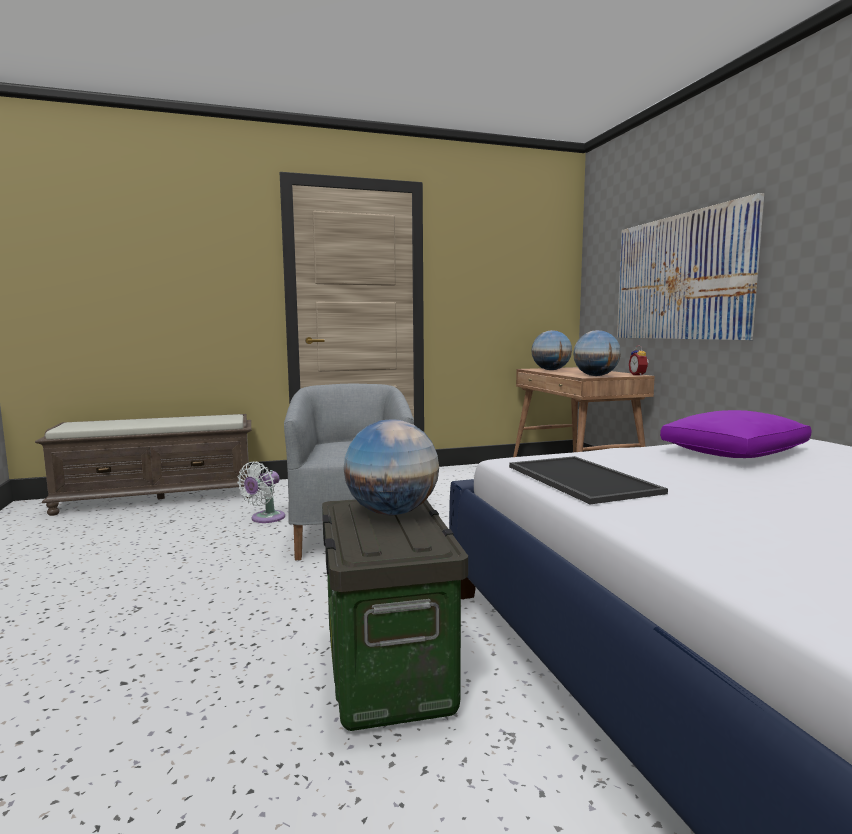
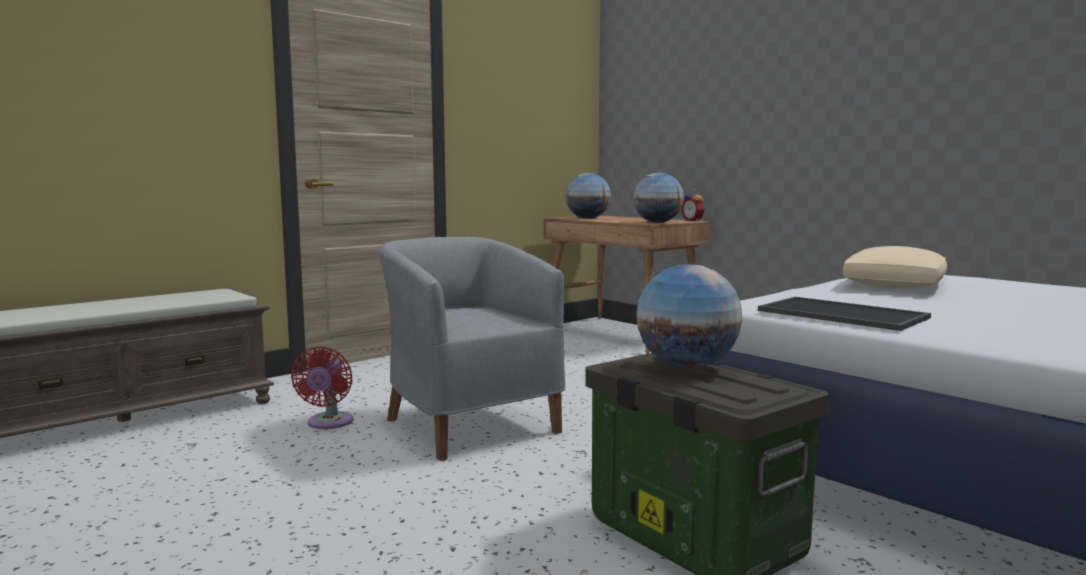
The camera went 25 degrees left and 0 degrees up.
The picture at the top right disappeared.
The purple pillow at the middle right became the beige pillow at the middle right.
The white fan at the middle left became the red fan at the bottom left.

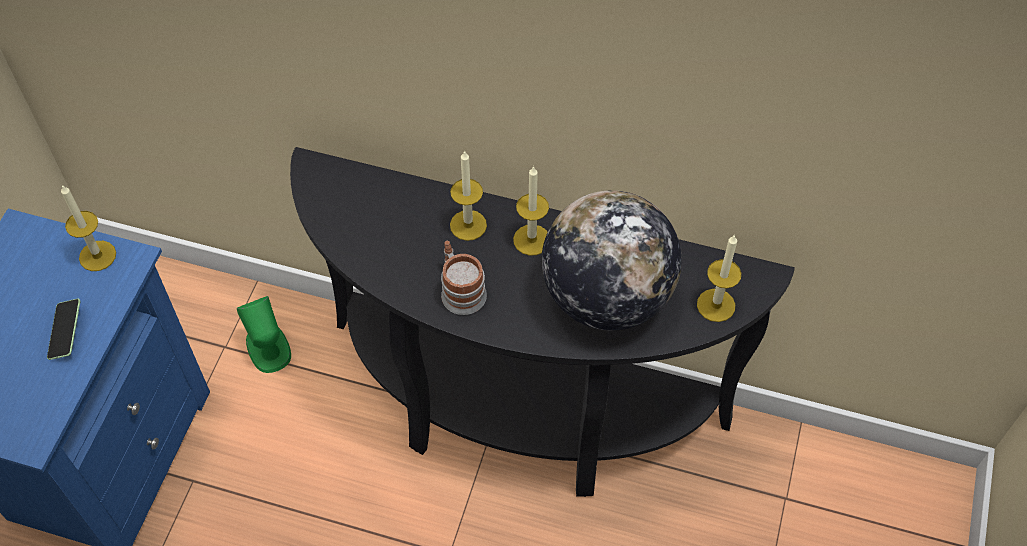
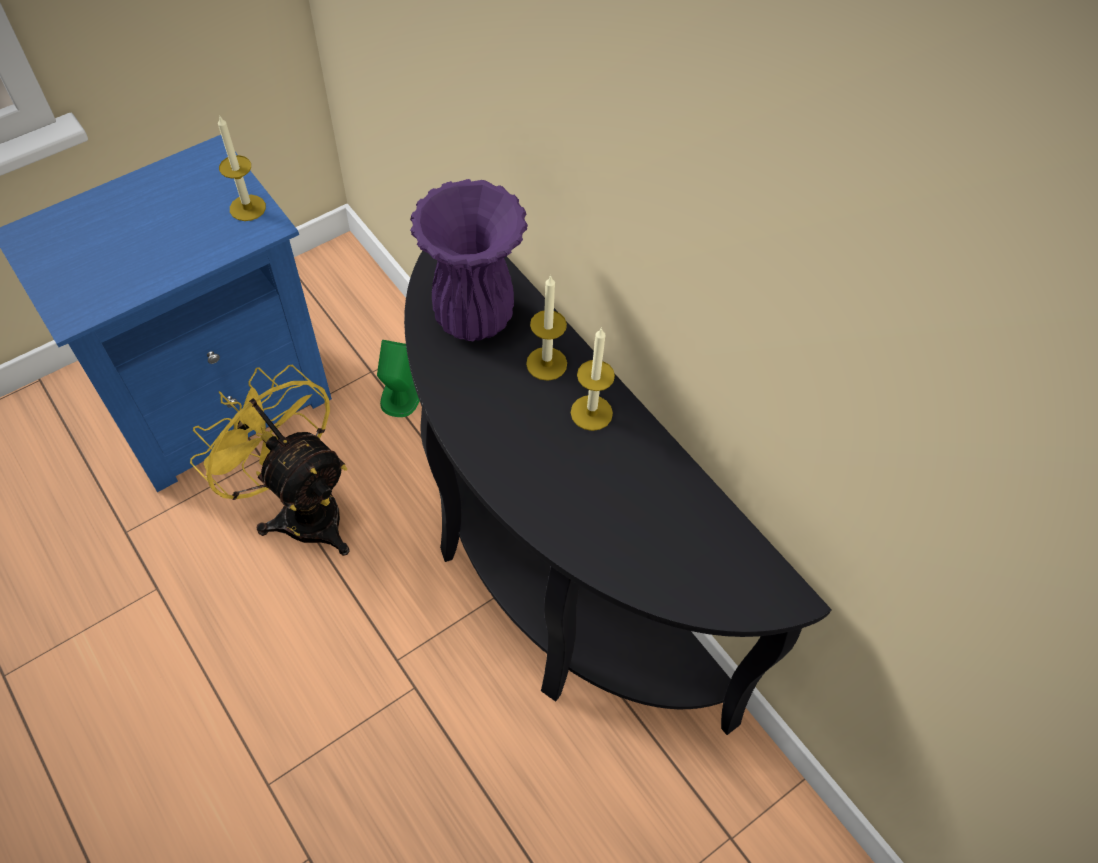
The camera went 35 degrees right and 0 degrees up.
The globe at the centre disappeared.
The candle (no. 4 from left) at the middle right disappeared.
The mug at the centre disappeared.
The phone at the middle left disappeared.
The purple vase at the top centre appeared.
The yellow fan at the middle left appeared.

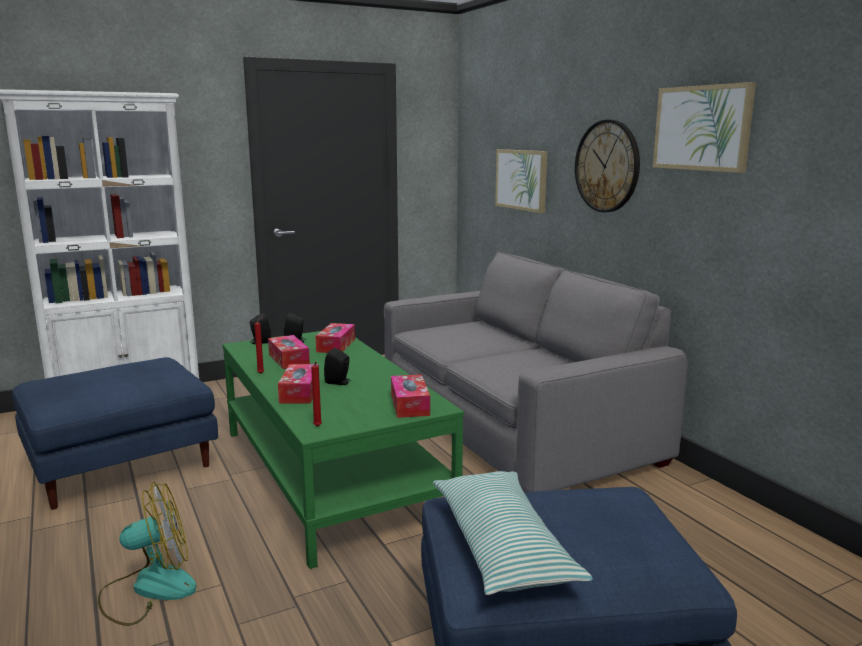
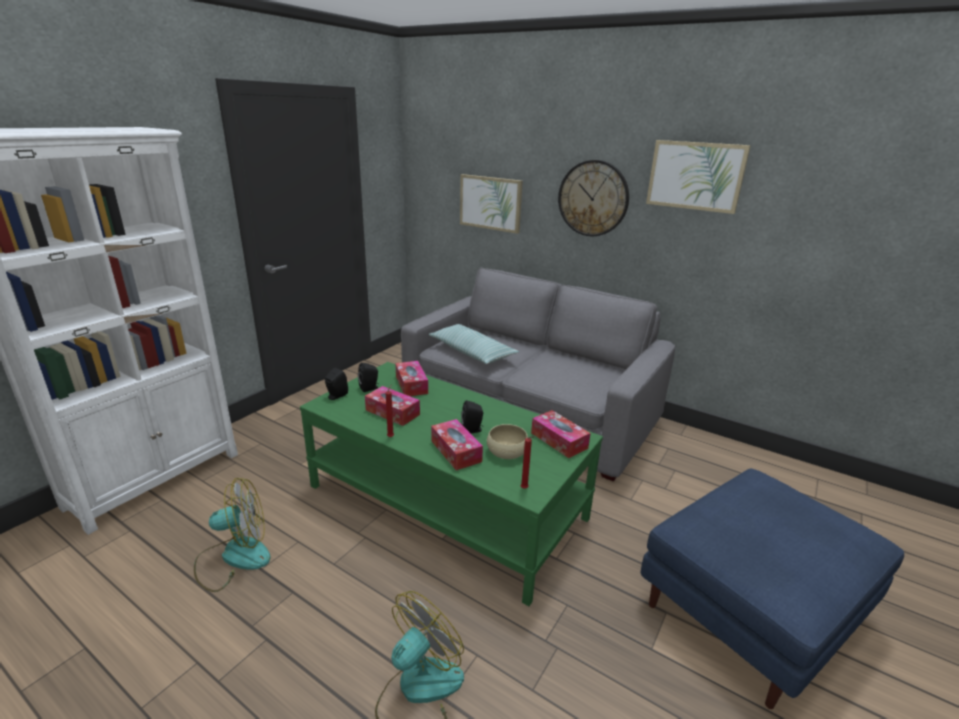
The camera went 30 degrees left and 10 degrees up.
The blue ottoman (no. 1 from left) at the bottom left was replaced by the fan (no. 1 from left) at the bottom left.
The pillow moved from the bottom centre to the centre.
The beige bowl at the centre appeared.

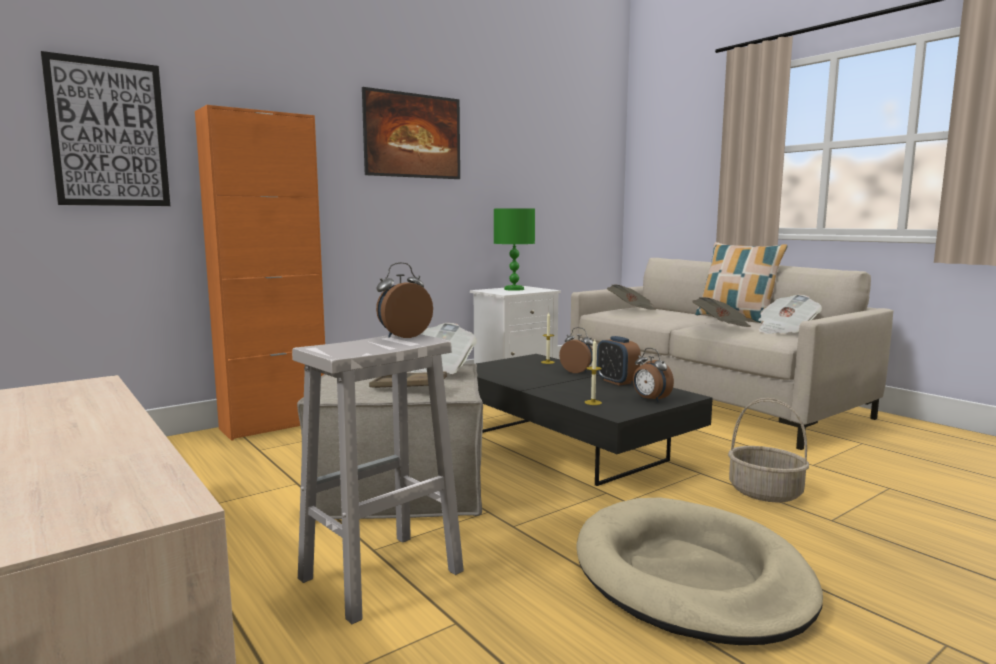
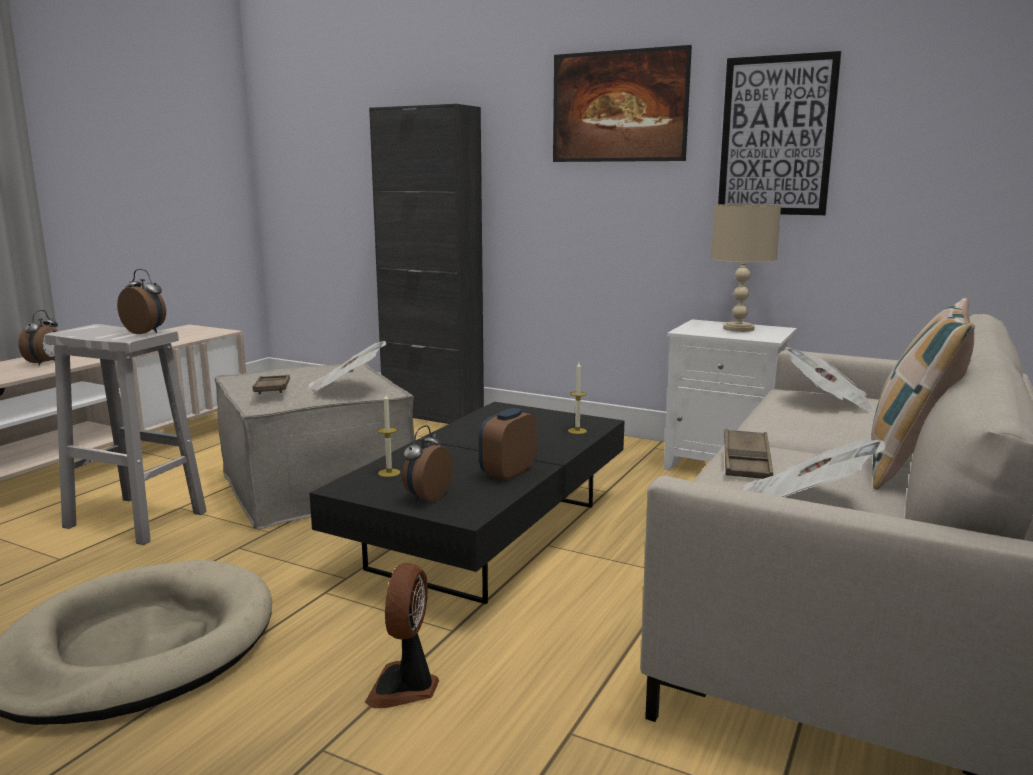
The camera went 65 degrees right and 5 degrees up.
The picture (no. 1 from left in the first image) moved from the top left to the top right.
The orange cabinet at the middle left became the black cabinet at the centre.
The green table lamp at the centre became the beige table lamp at the middle right.
The newspaper (no. 3 from left) at the middle right was replaced by the brown tray (no. 2 from left) at the middle right.
The alarm clock (no. 2 from left in the first image) moved from the centre to the middle left.
The basket at the bottom right was replaced by the fan at the bottom centre.

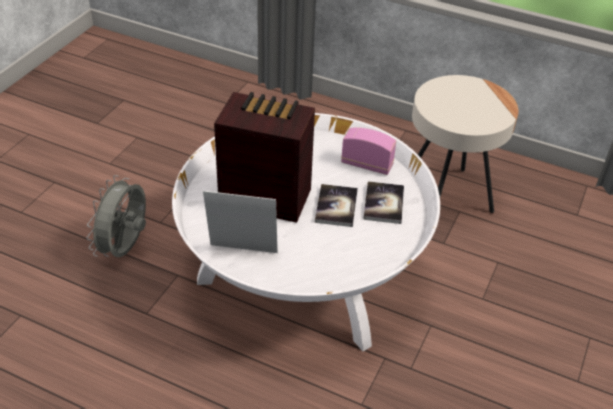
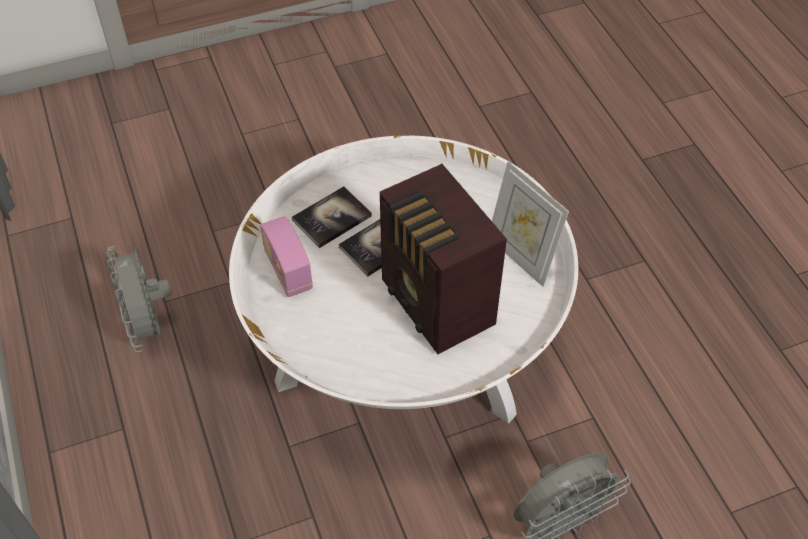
The camera went 135 degrees left and 10 degrees up.
The beige side table at the middle right was replaced by the grey fan (no. 1 from left) at the middle left.

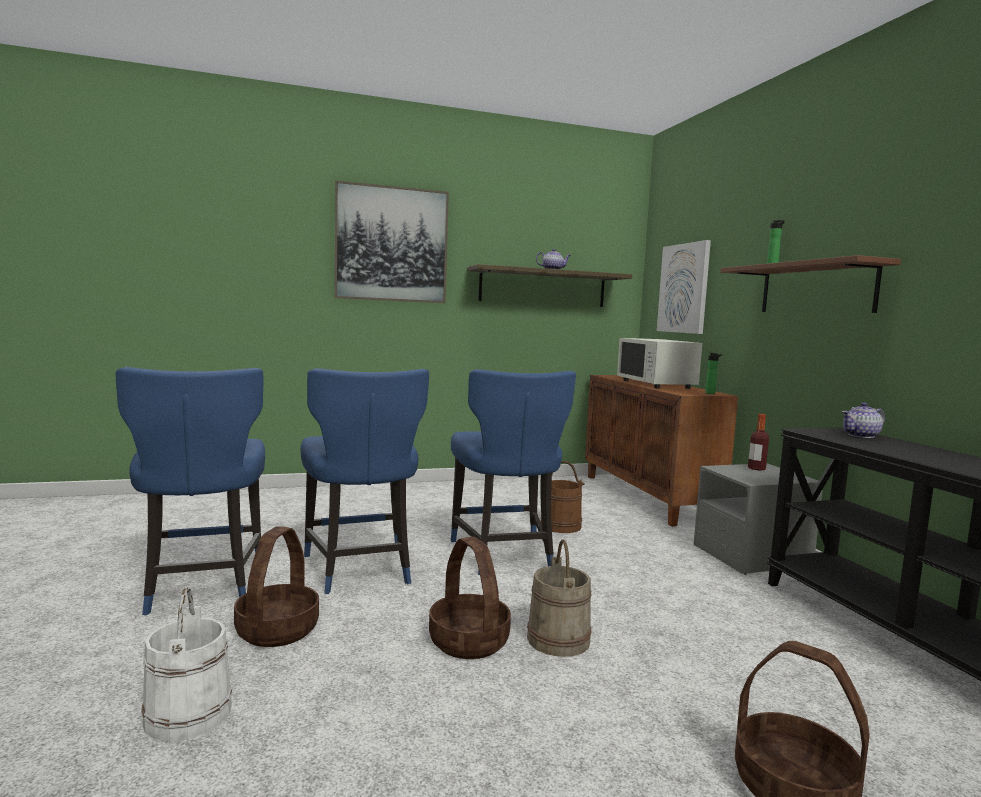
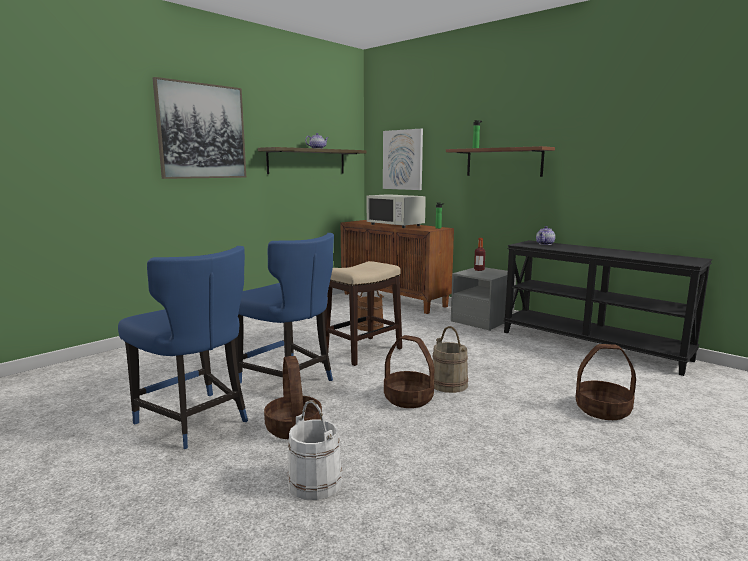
The camera went 30 degrees left and 5 degrees up.
The blue chair (no. 3 from left) at the centre was replaced by the stool at the centre.

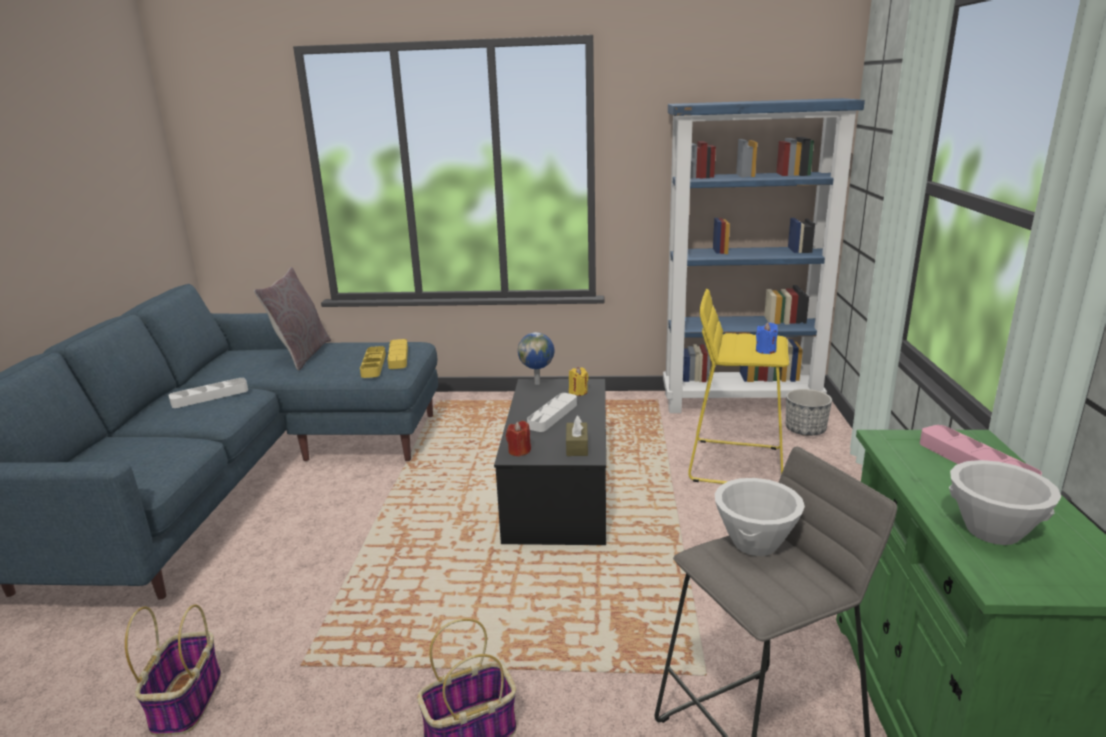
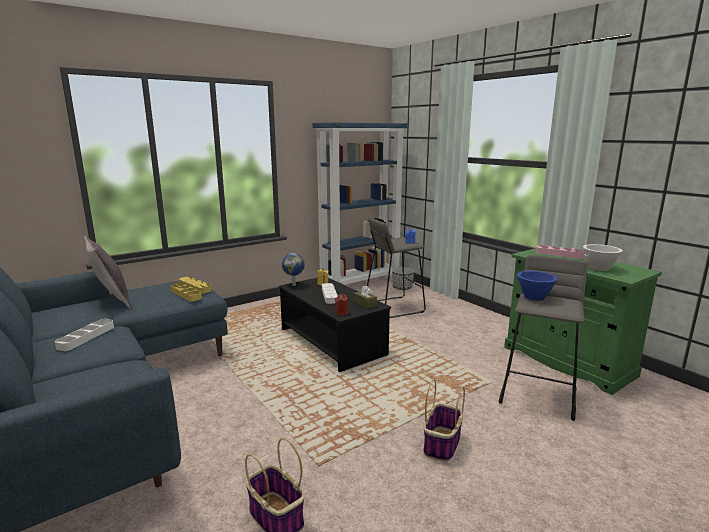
The camera went 40 degrees left and 5 degrees down.
The yellow stool at the middle right became the grey stool (no. 1 from left) at the centre.
The white bowl (no. 1 from left) at the bottom right became the blue bowl at the middle right.

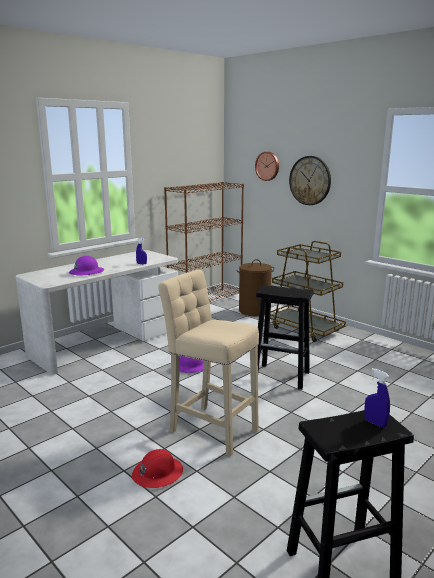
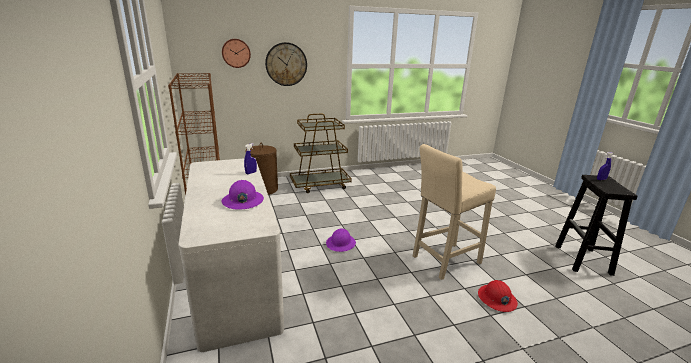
The camera went 65 degrees left and 5 degrees up.
The black stool (no. 1 from left) at the centre disappeared.

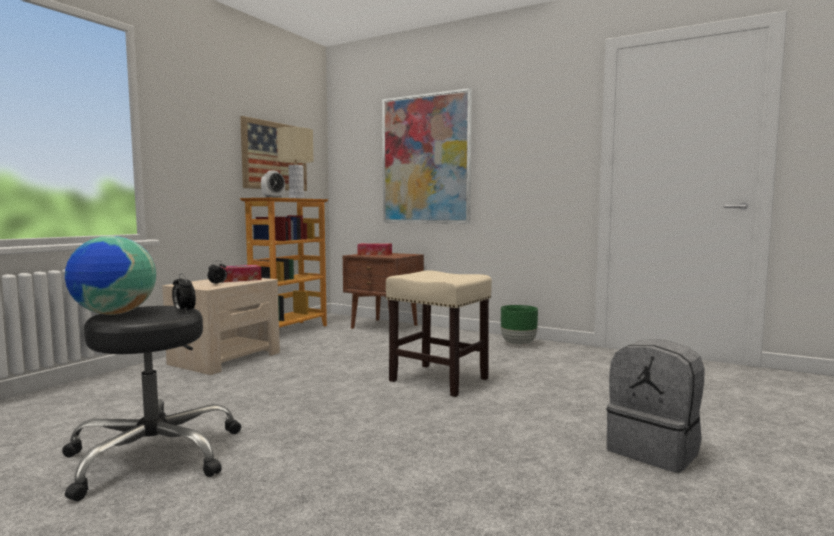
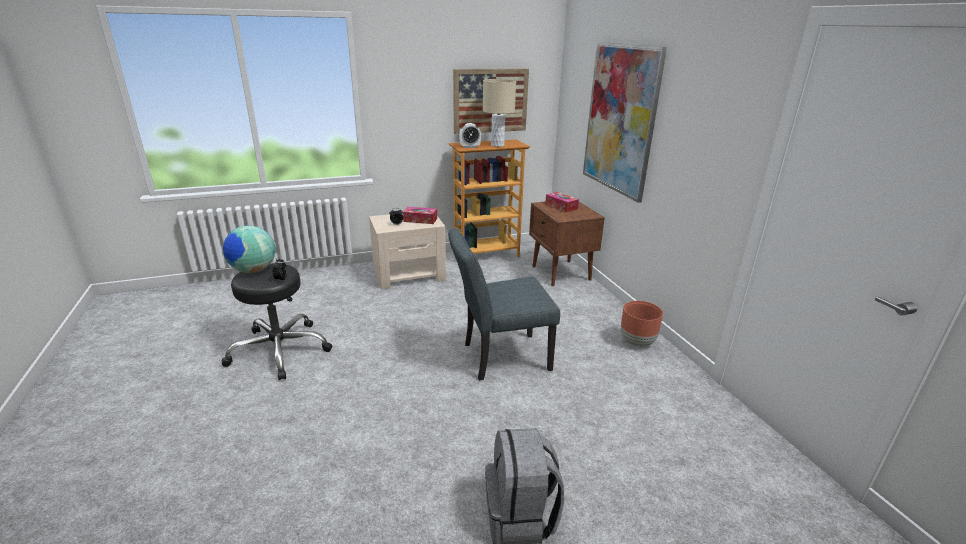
The camera went 40 degrees right and 20 degrees up.
The beige stool at the centre was replaced by the grey chair at the centre.
The green planter at the centre became the brown planter at the centre.

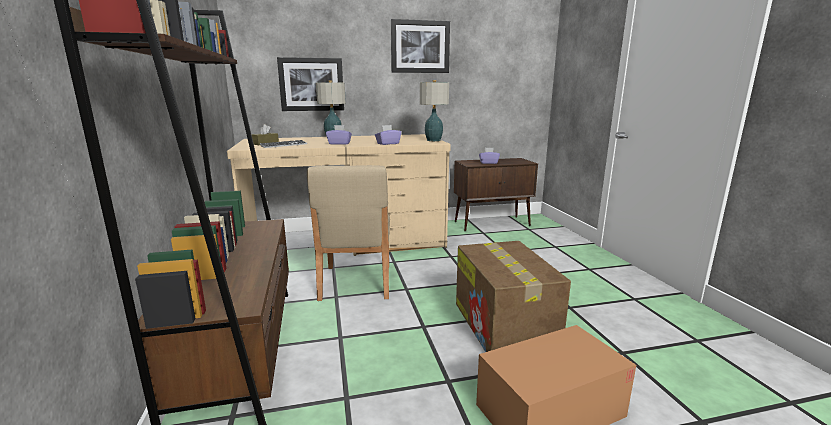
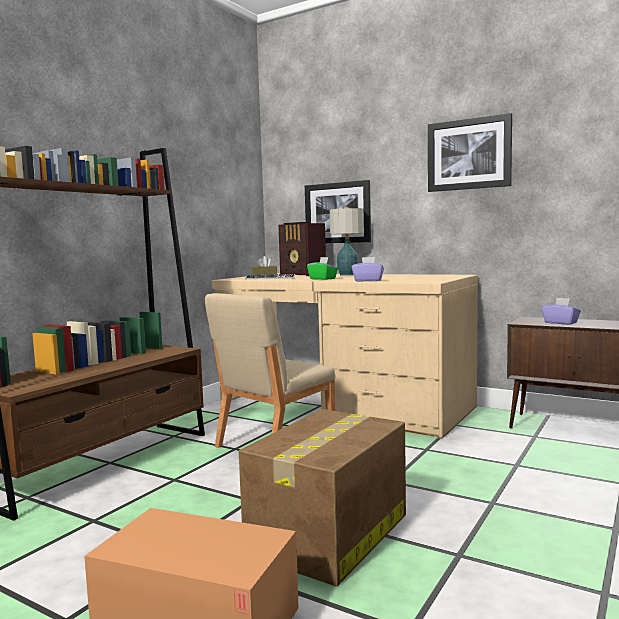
The camera went 45 degrees right and 10 degrees down.
The table lamp (no. 2 from left) at the top centre disappeared.
The purple tissue box (no. 1 from left) at the top centre became the green tissue box at the centre.
The radio at the centre appeared.

